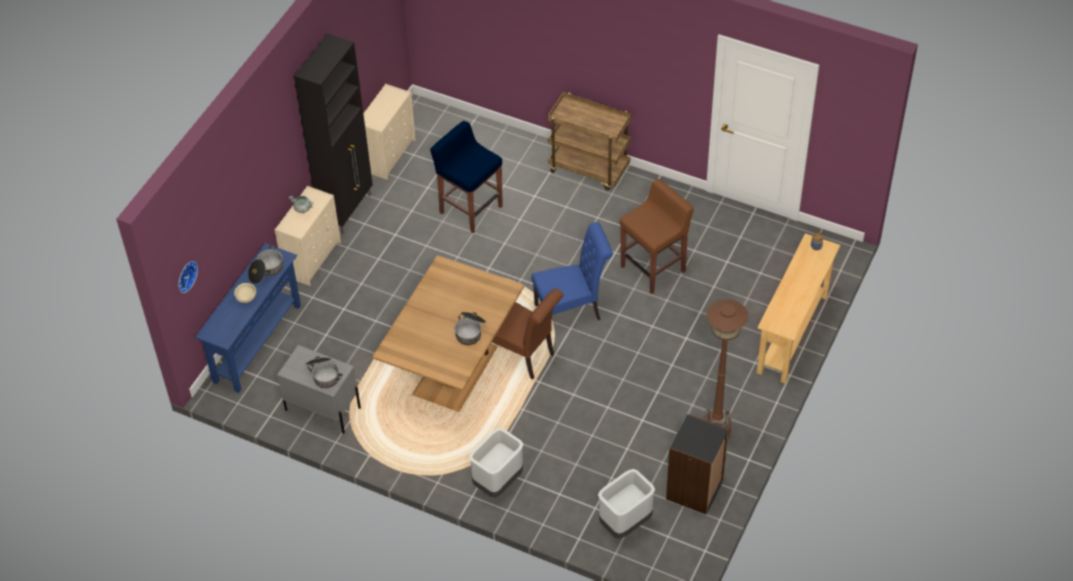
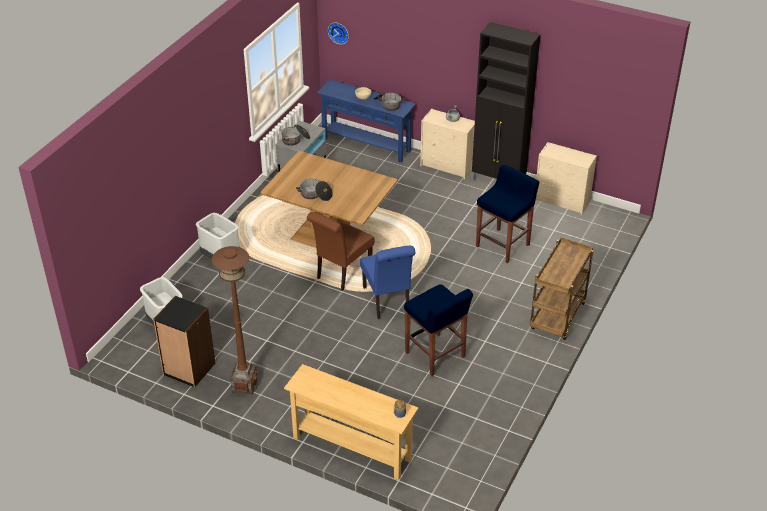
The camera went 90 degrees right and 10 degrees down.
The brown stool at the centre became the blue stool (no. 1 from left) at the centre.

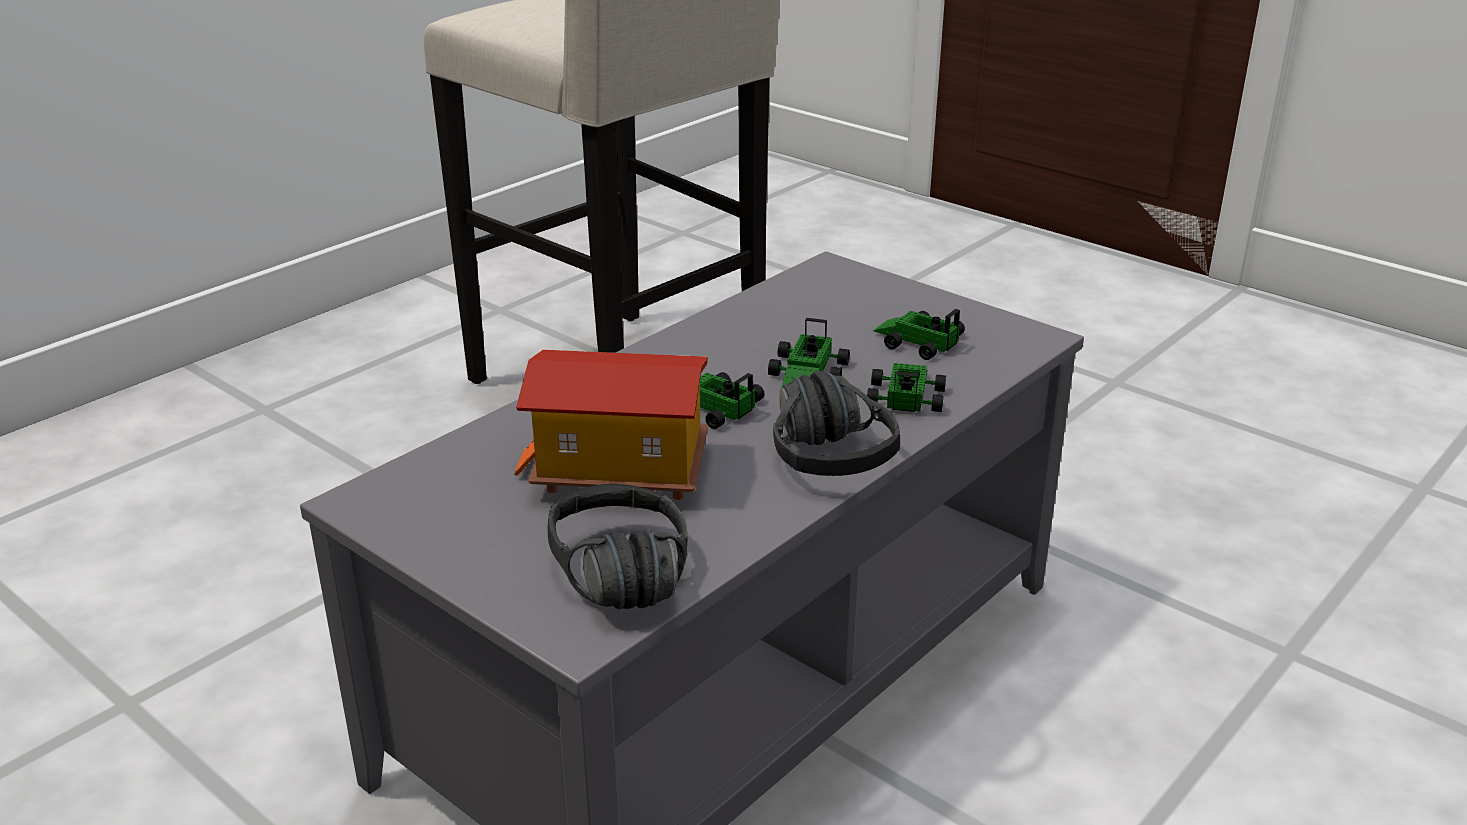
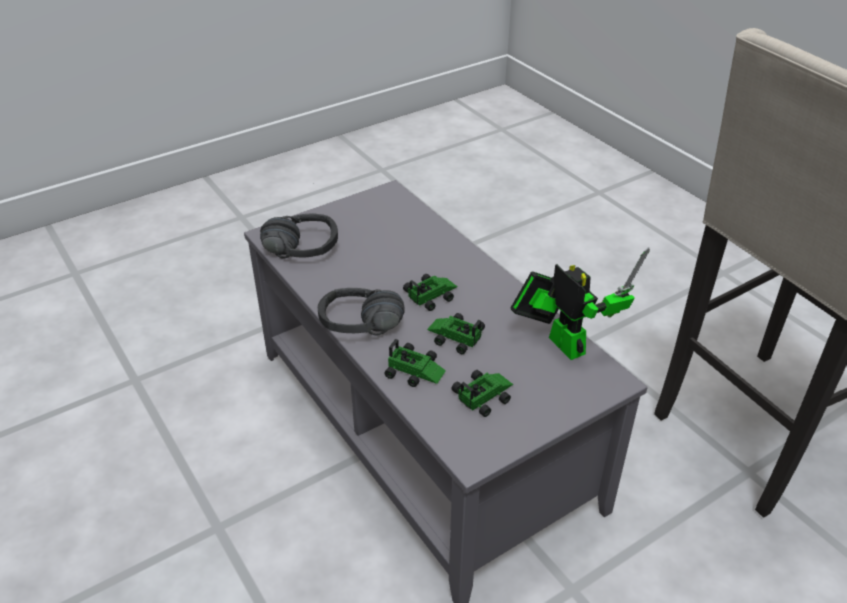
The camera went 105 degrees right and 10 degrees up.
The toy house at the centre disappeared.
The toy robot at the middle right appeared.

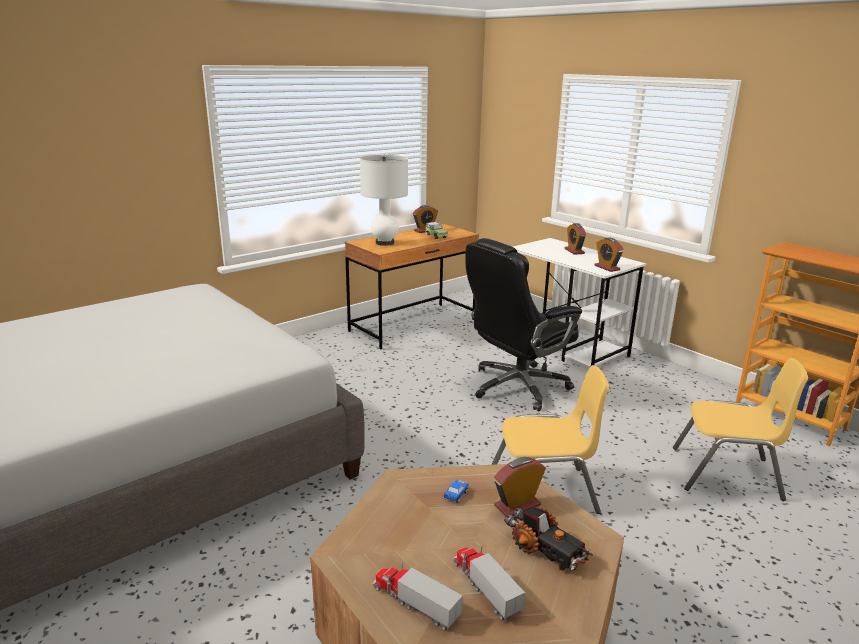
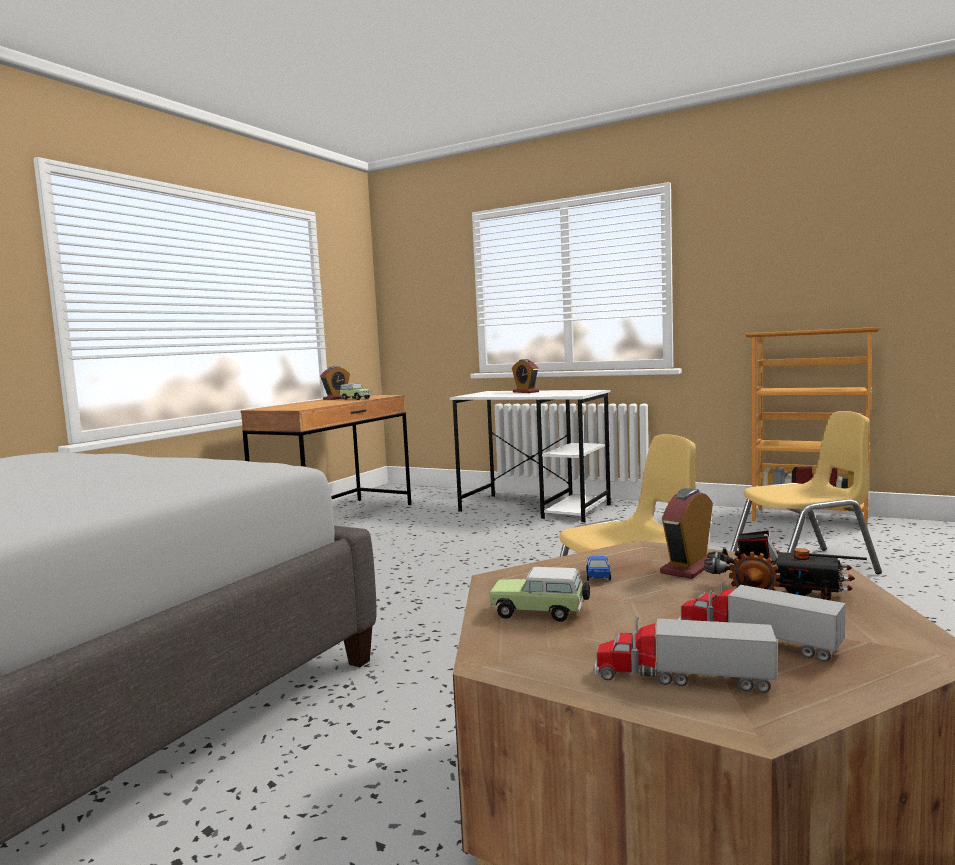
The camera went 20 degrees left and 15 degrees down.
The white table lamp at the top centre disappeared.
The alarm clock (no. 4 from left) at the middle right disappeared.
The black office chair at the centre disappeared.
The toy car (no. 2 from left) at the bottom centre appeared.

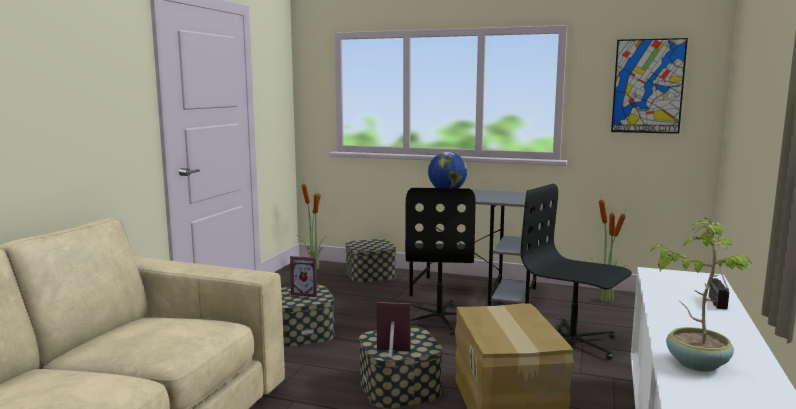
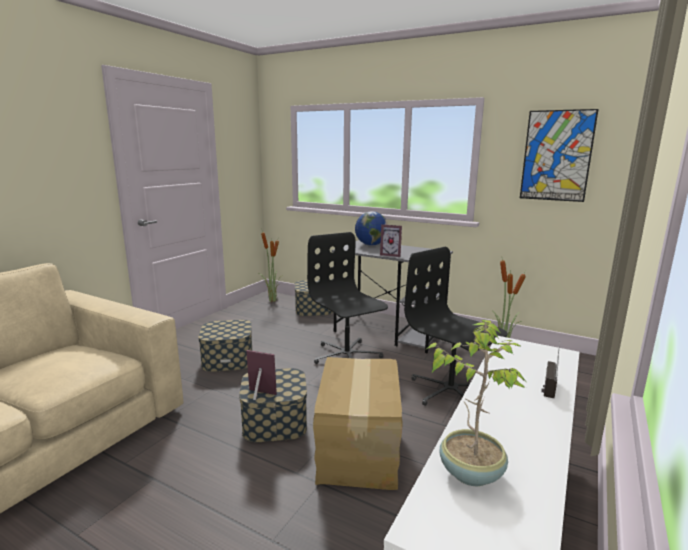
The camera went 10 degrees right and 5 degrees up.
The black office chair (no. 1 from left) at the centre turned 135 degrees clockwise.
The picture frame (no. 1 from left in the first image) moved from the bottom centre to the centre.

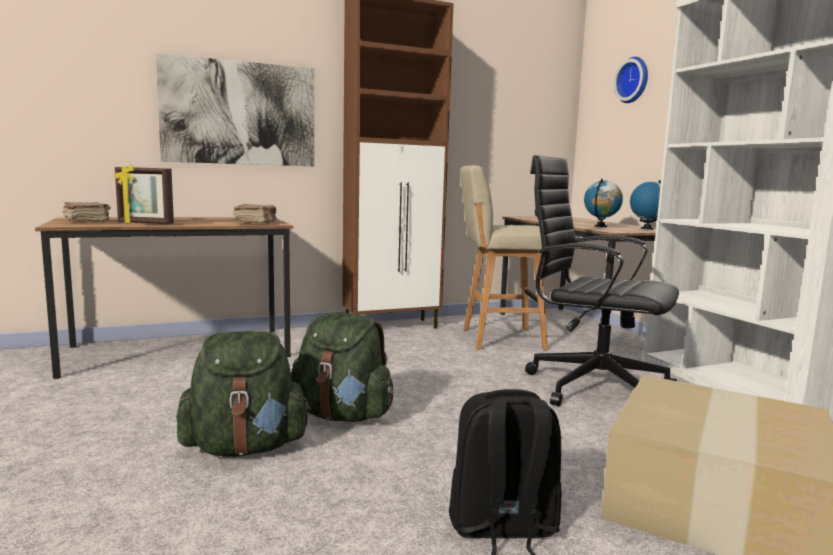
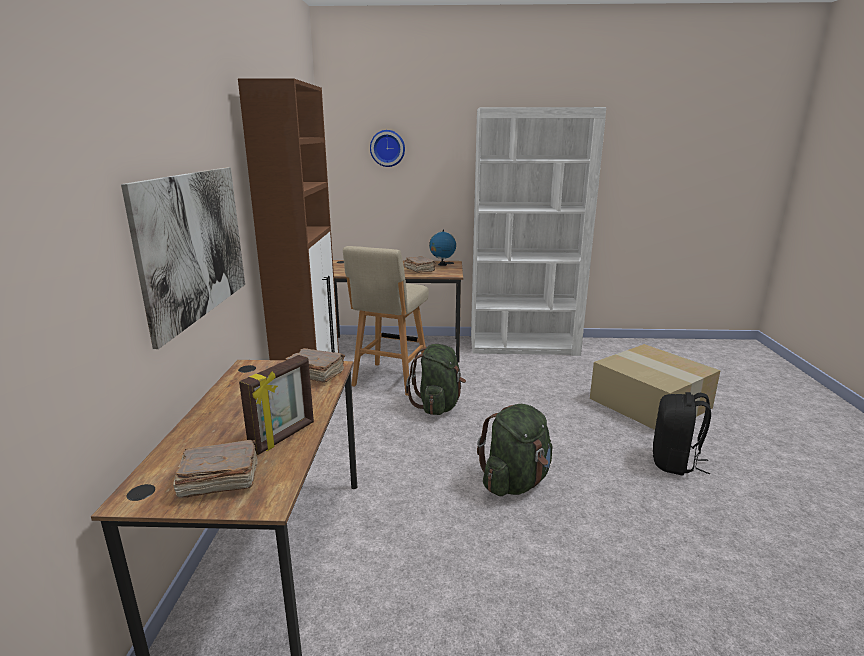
The camera went 65 degrees left and 10 degrees up.
The black office chair at the middle right disappeared.
The globe (no. 1 from left) at the middle right was replaced by the brown book (no. 3 from left) at the centre.
The green backpack (no. 1 from left) moved from the bottom left to the centre.

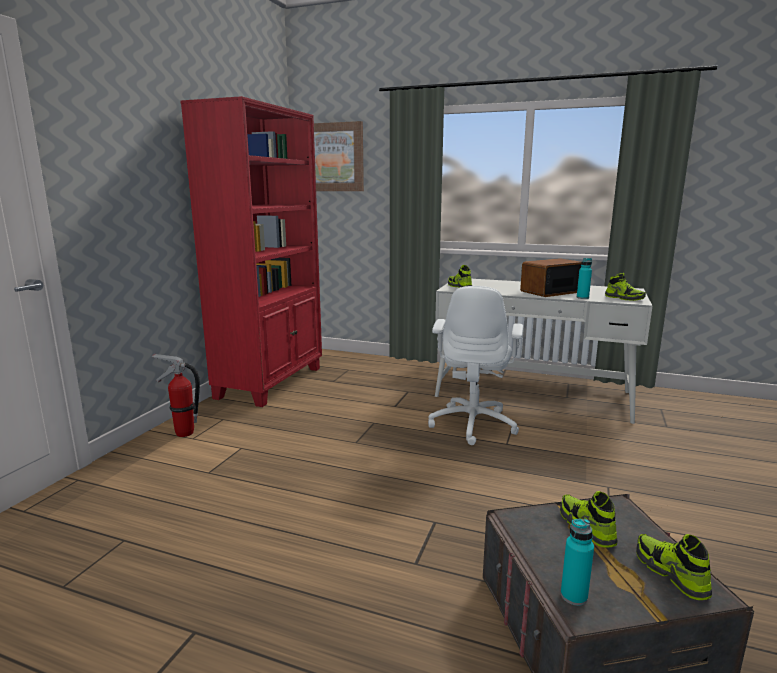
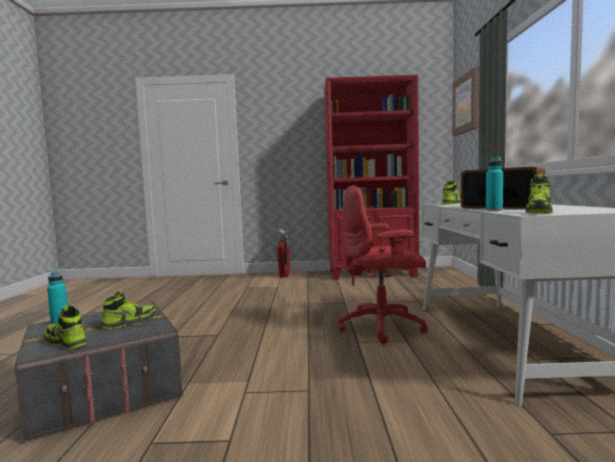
The camera went 70 degrees right and 10 degrees down.
The white office chair at the centre became the red office chair at the centre.
The shoe (no. 4 from left in the first image) at the bottom right turned 105 degrees counterclockwise.

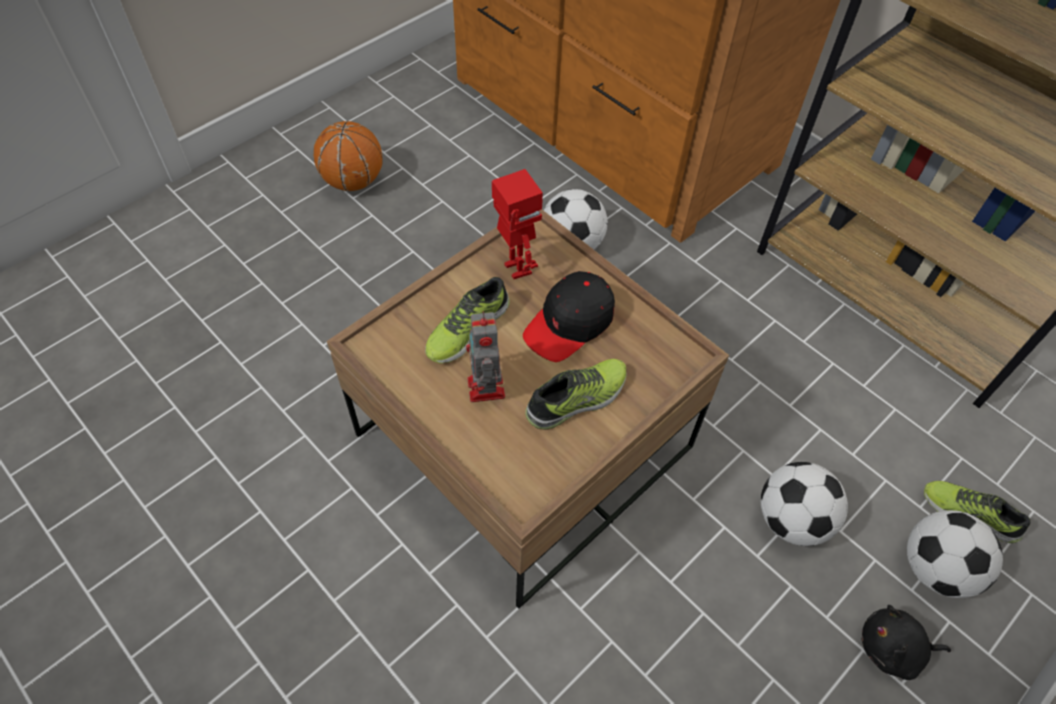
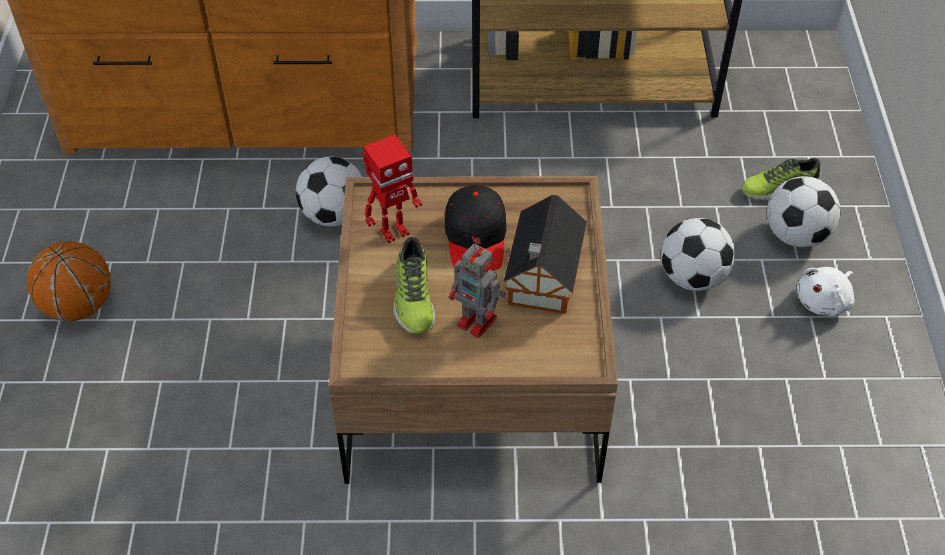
The camera went 45 degrees left and 5 degrees down.
The toy robot (no. 2 from left in the first image) at the top centre turned 135 degrees clockwise.
The shoe (no. 2 from left) at the centre was replaced by the toy house at the centre.
The black plush toy at the bottom right became the white plush toy at the middle right.

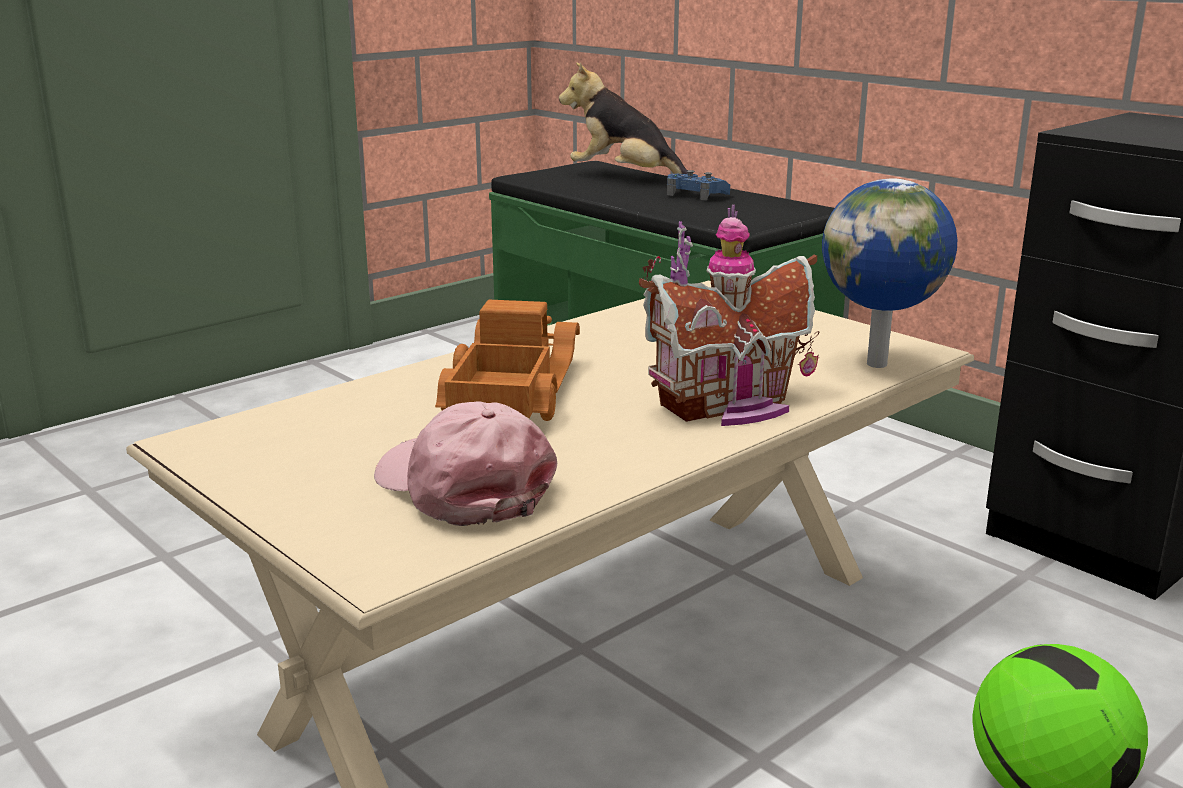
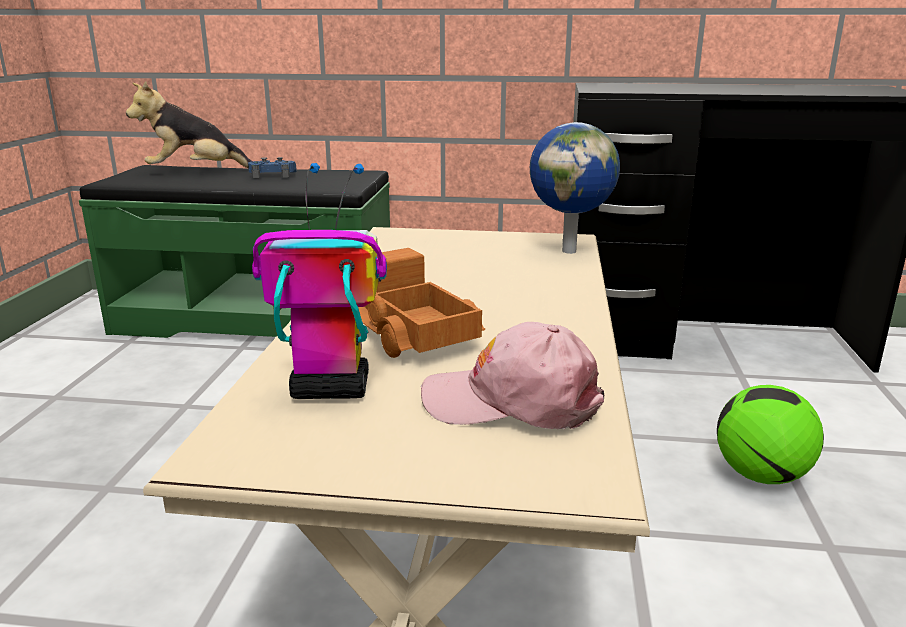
The camera went 40 degrees left and 0 degrees up.
The toy house at the centre disappeared.
The toy robot at the centre appeared.

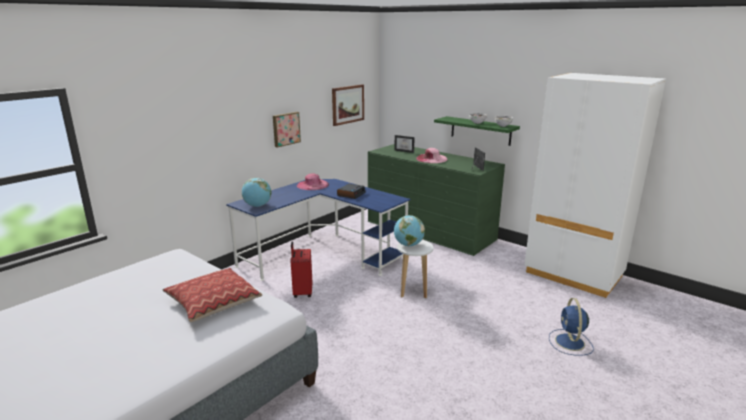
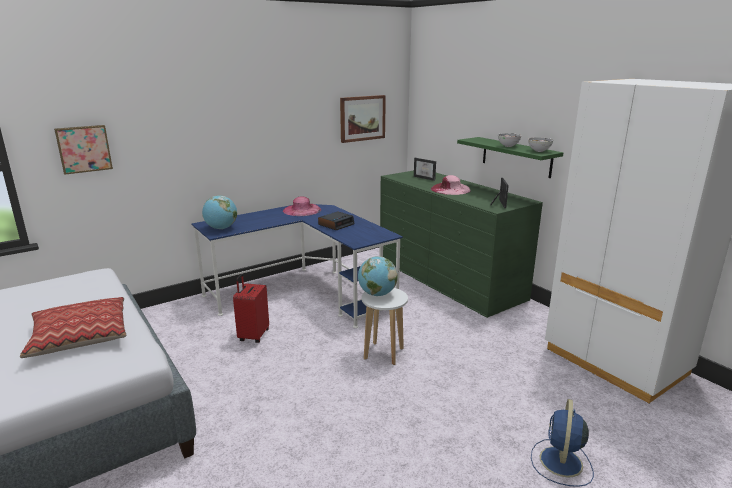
The camera went 15 degrees right and 0 degrees up.
The picture (no. 1 from left) moved from the top centre to the top left.

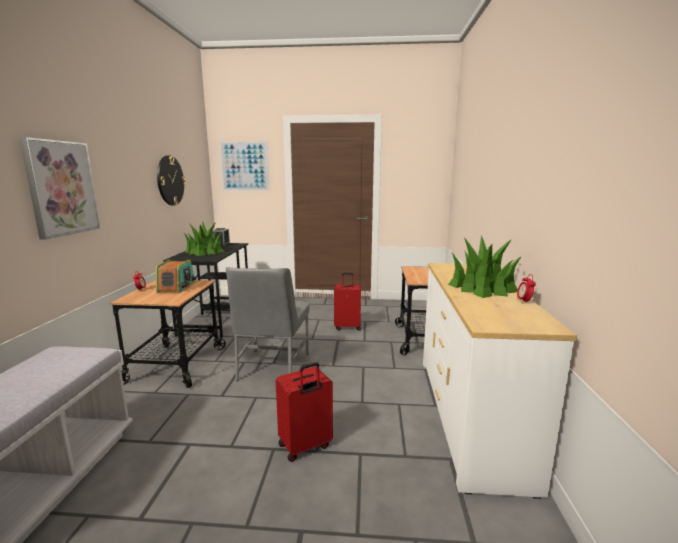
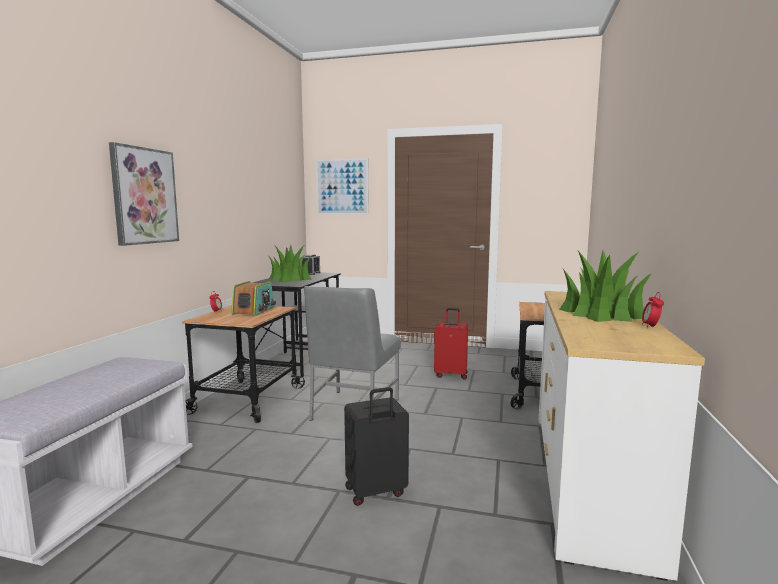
The camera went 10 degrees right and 5 degrees down.
The wall clock at the top left disappeared.
The red suitcase (no. 1 from left) at the bottom centre became the black suitcase at the bottom centre.

